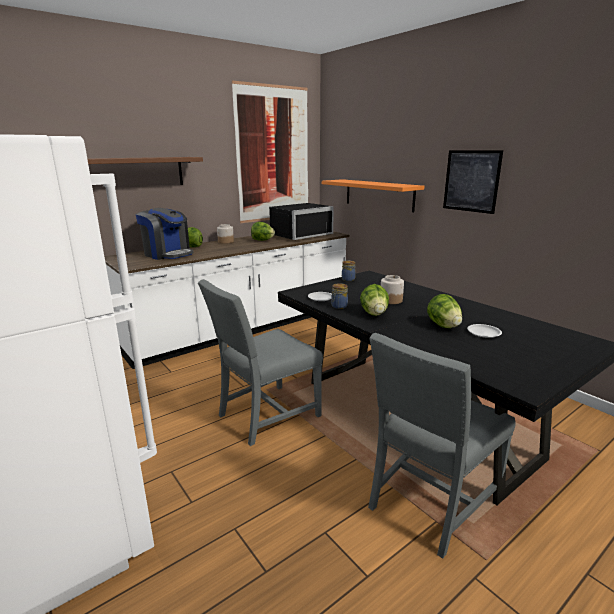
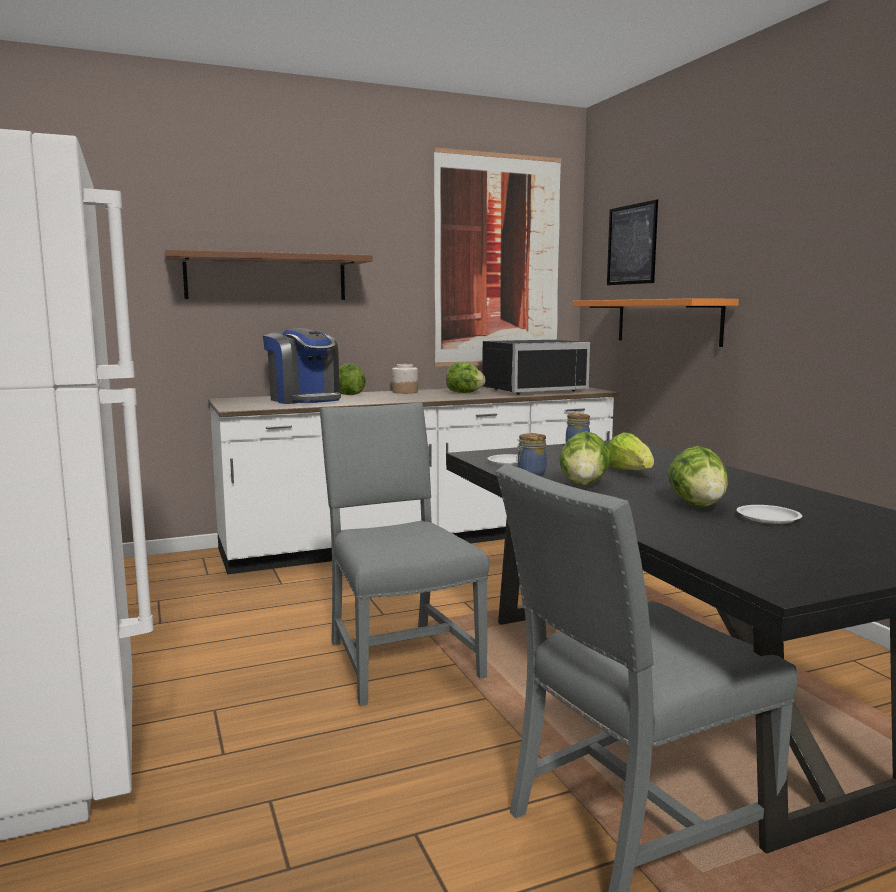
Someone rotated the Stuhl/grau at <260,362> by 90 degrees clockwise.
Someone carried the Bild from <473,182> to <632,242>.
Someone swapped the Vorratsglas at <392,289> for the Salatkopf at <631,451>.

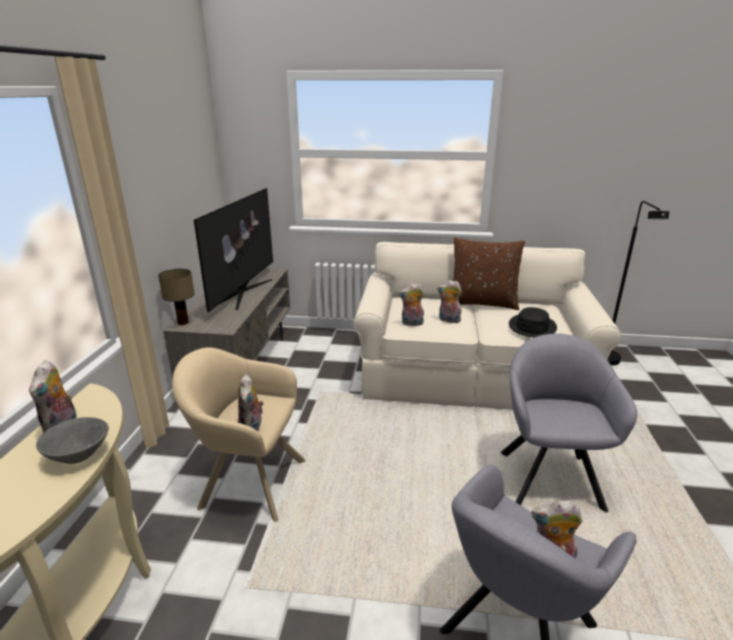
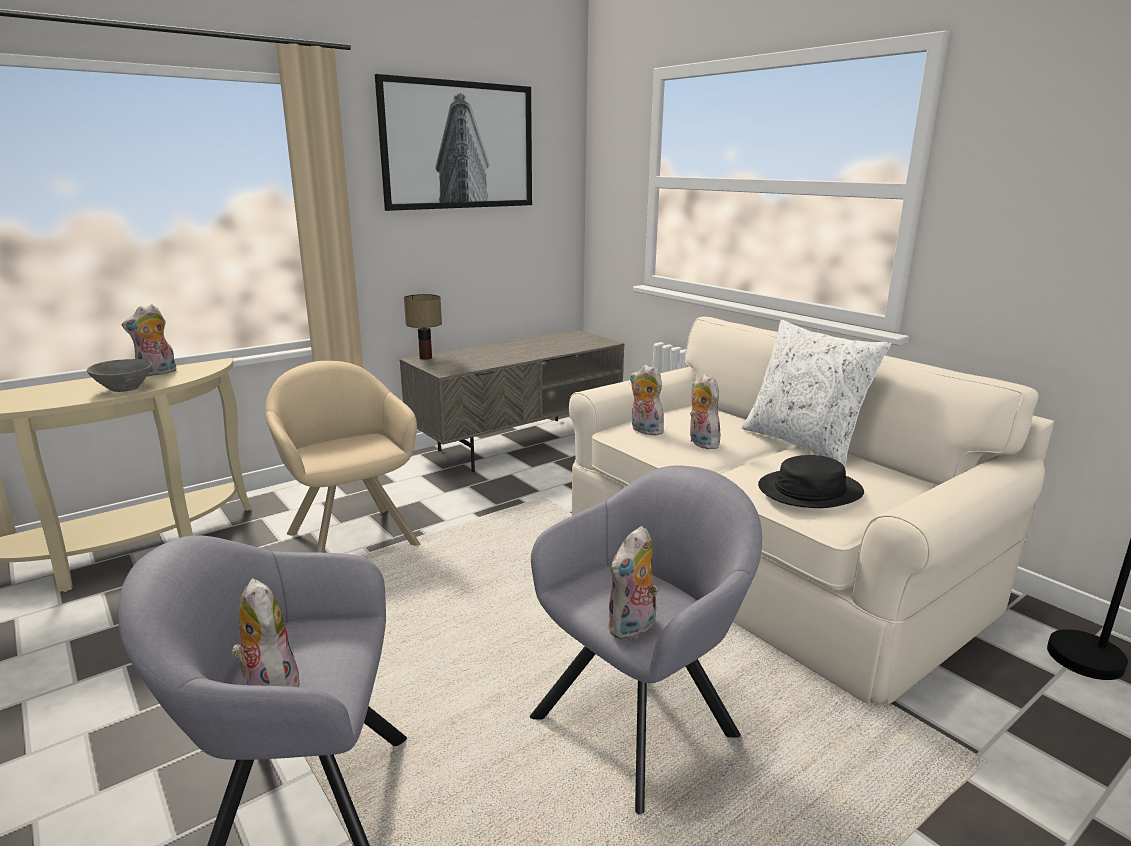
Someone put up the Bild at <453,142>.
Someone carried the Plüschtier from <251,402> to <633,583>.
Someone repainted the Kissen/braun at <489,274>, which became the Kissen/weiß at <816,393>.
Someone took away the Fernseher at <233,250>.

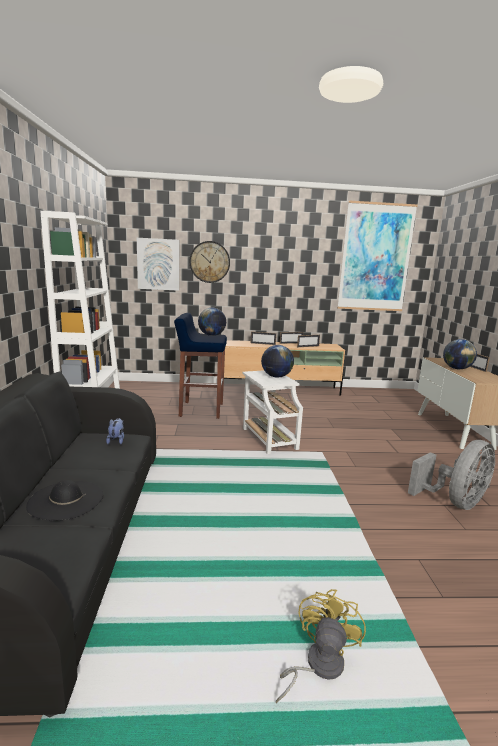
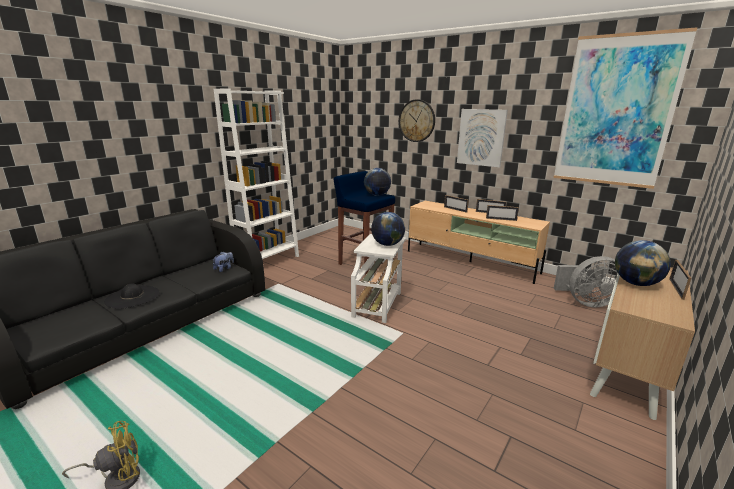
Someone carried the Bild from <158,264> to <482,138>.
Someone carried the Ventilator/grau from <451,475> to <586,282>.

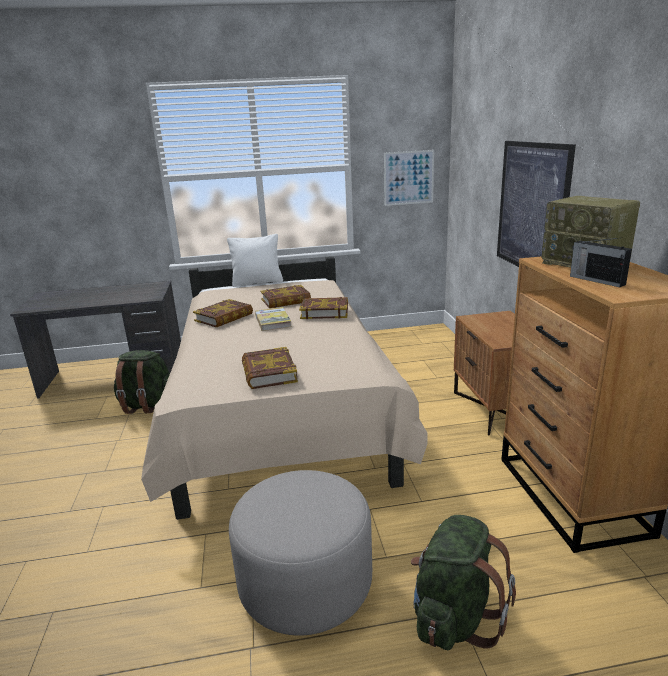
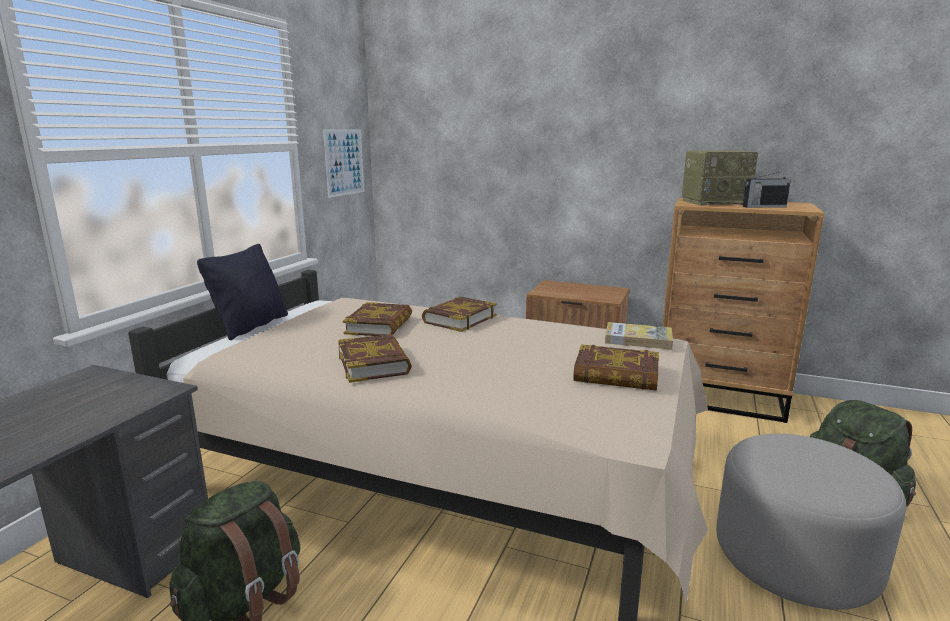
Someone repainted the Kissen/weiß at <255,260>, which became the Kissen/schwarz at <242,292>.
Someone carried the Buch from <273,319> to <639,336>.
Someone took away the Bild at <536,204>.

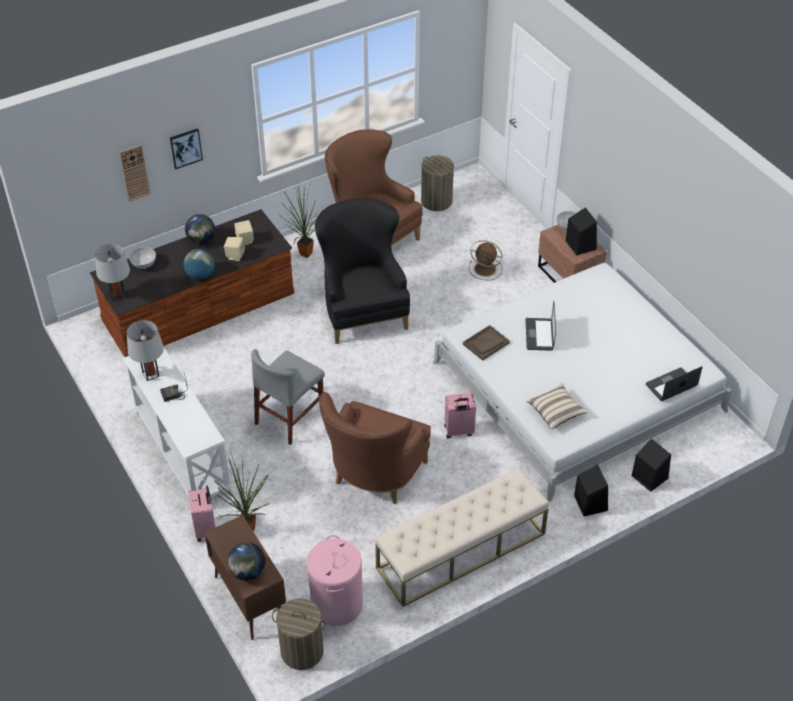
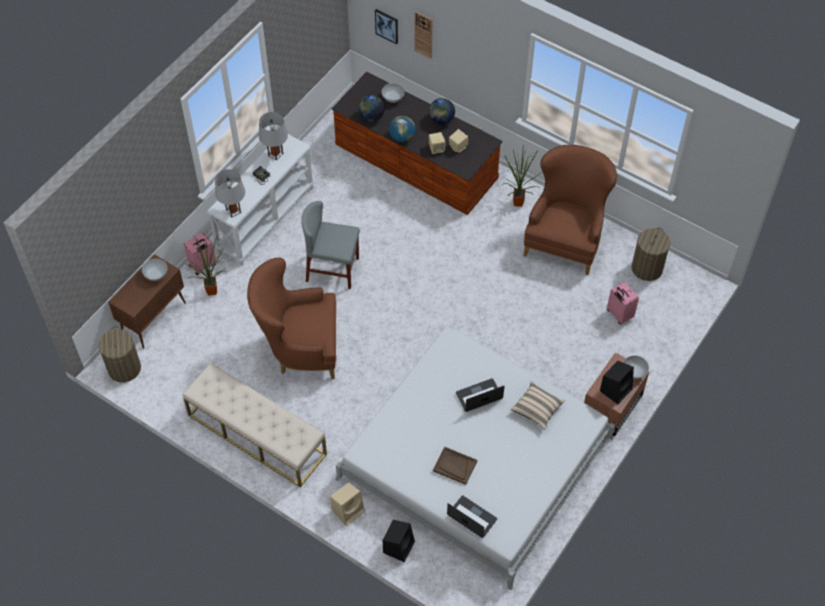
Someone put down the Schüssel/weiß at <154,270>.
Someone carried the Tischlampe/grau from <112,272> to <230,193>.
Someone repainted the Lautsprecher/schwarz at <591,490>, which became the Lautsprecher/beige at <347,504>.
Someone carried the Globus from <246,561> to <371,108>.
Someone carried the Bild from <186,148> to <386,26>.
Someone carried the Tablett/braun from <486,343> to <455,466>.
Someone carried the Kissen/beige from <557,407> to <537,405>.
Someone carried the Koffer/rosa from <460,416> to <623,303>.
Someone took away the Wäschekorb/rosa at <335,580>.
Someone took away the Sessel/schwarz at <362,271>.
Someone took away the Ventilator/braun at <485,260>.

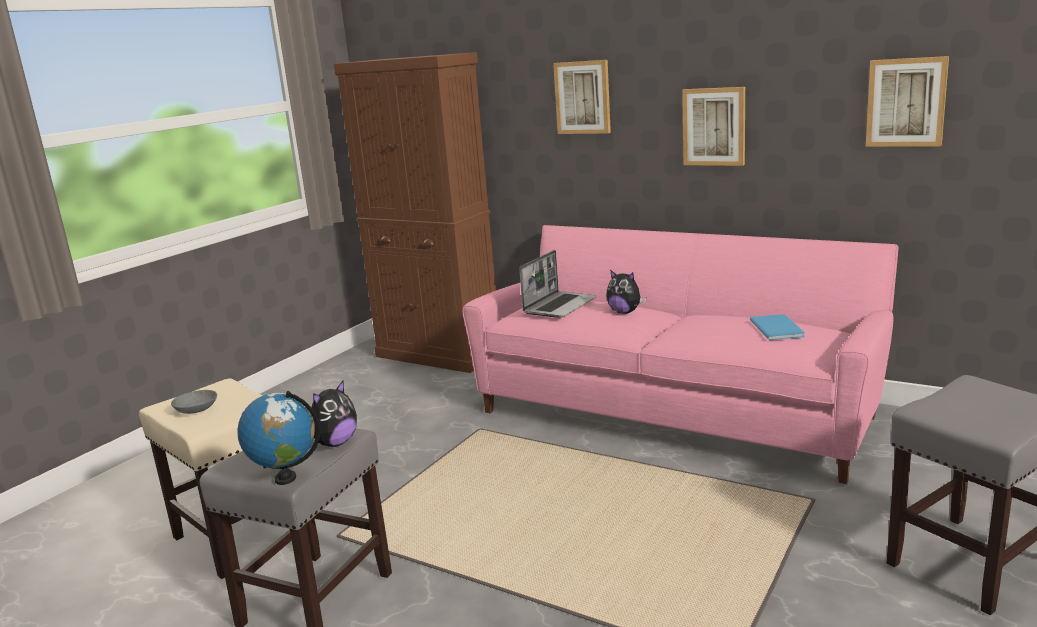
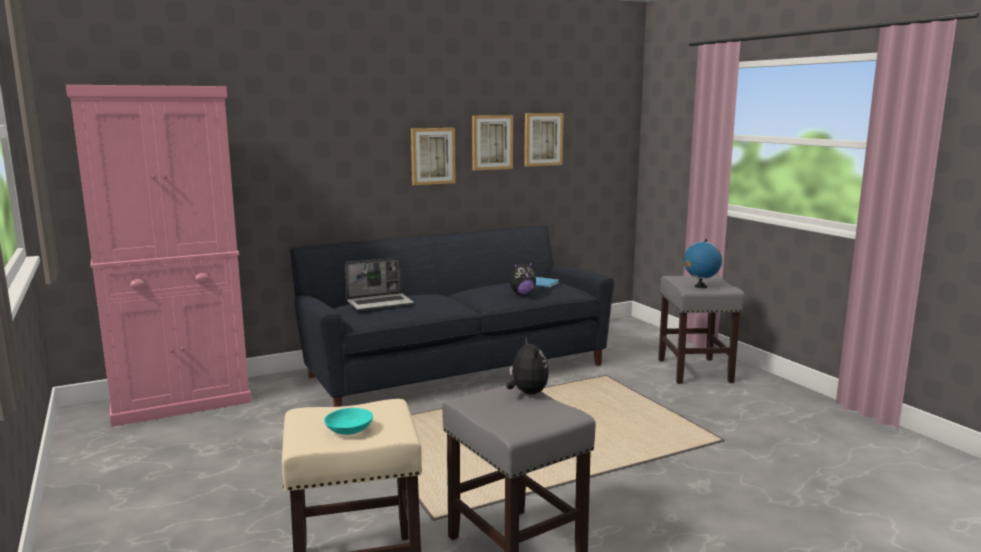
Someone repainted the Schrank/braun at <415,212>, which became the Schrank/rosa at <159,256>.
Someone repainted the Sofa/rosa at <680,354>, which became the Sofa/schwarz at <452,316>.
Someone repainted the Schüssel/grau at <194,402>, which became the Schüssel/türkis at <348,421>.
Someone rotated the Laptop at <558,284> by 90 degrees clockwise.
Someone carried the Bild from <582,97> to <492,143>.
Someone carried the Plüschtier from <626,292> to <522,278>.
Someone carried the Globus from <278,438> to <702,263>.

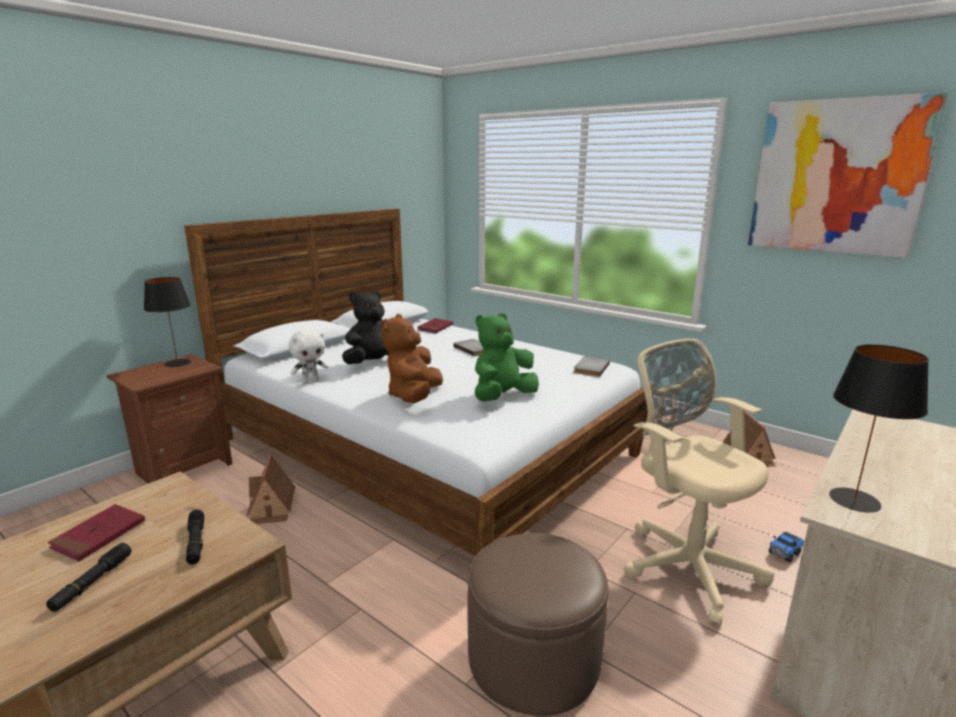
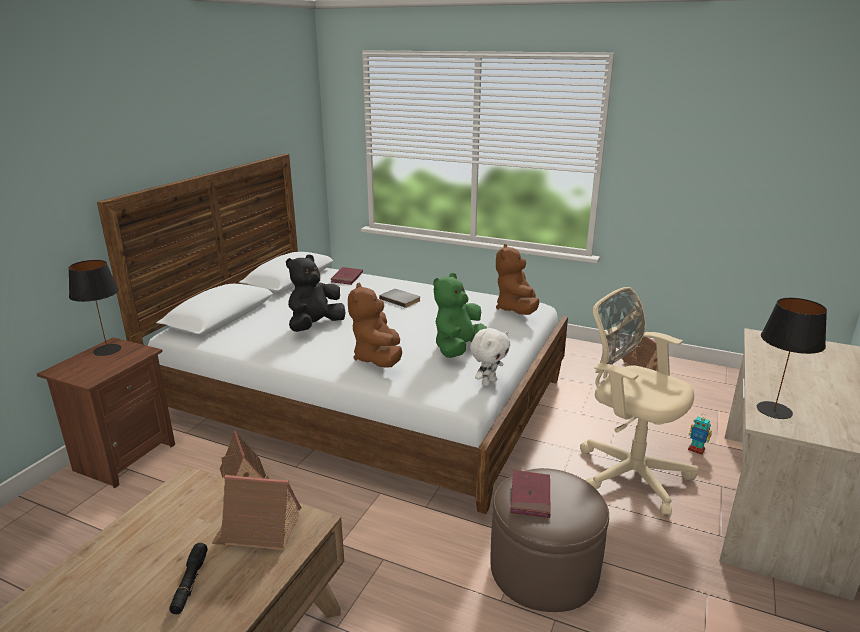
Someone swapped the Taschenlampe/schwarz at <195,537> for the Spielzeughaus at <256,513>.
Someone carried the Plüschtier/weiß from <308,356> to <490,357>.
Someone swapped the Buch/grau at <592,366> for the Plüschtier/braun at <517,279>.
Someone carried the Buch/rot from <96,532> to <530,494>.
Someone swapped the Spielzeuglaster at <786,547> for the Spielzeugroboter at <700,435>.
Someone took away the Bild at <848,175>.

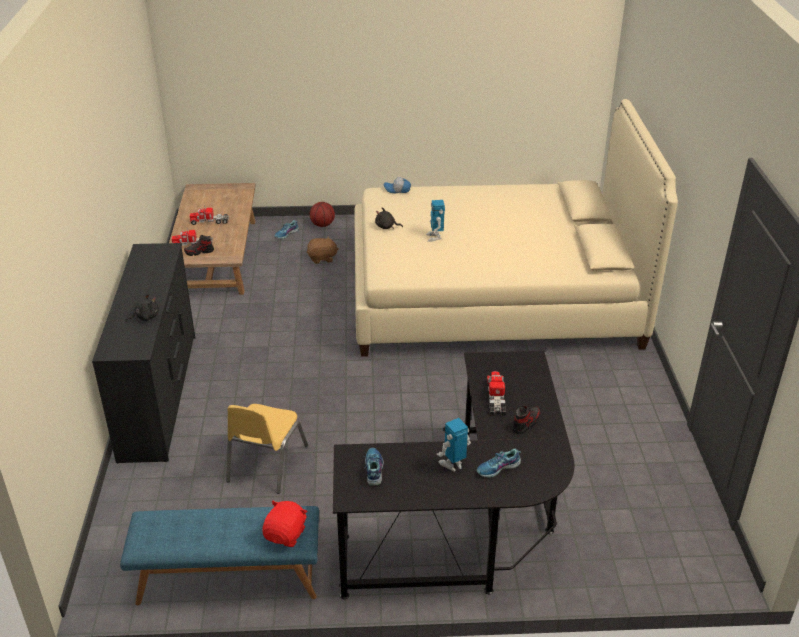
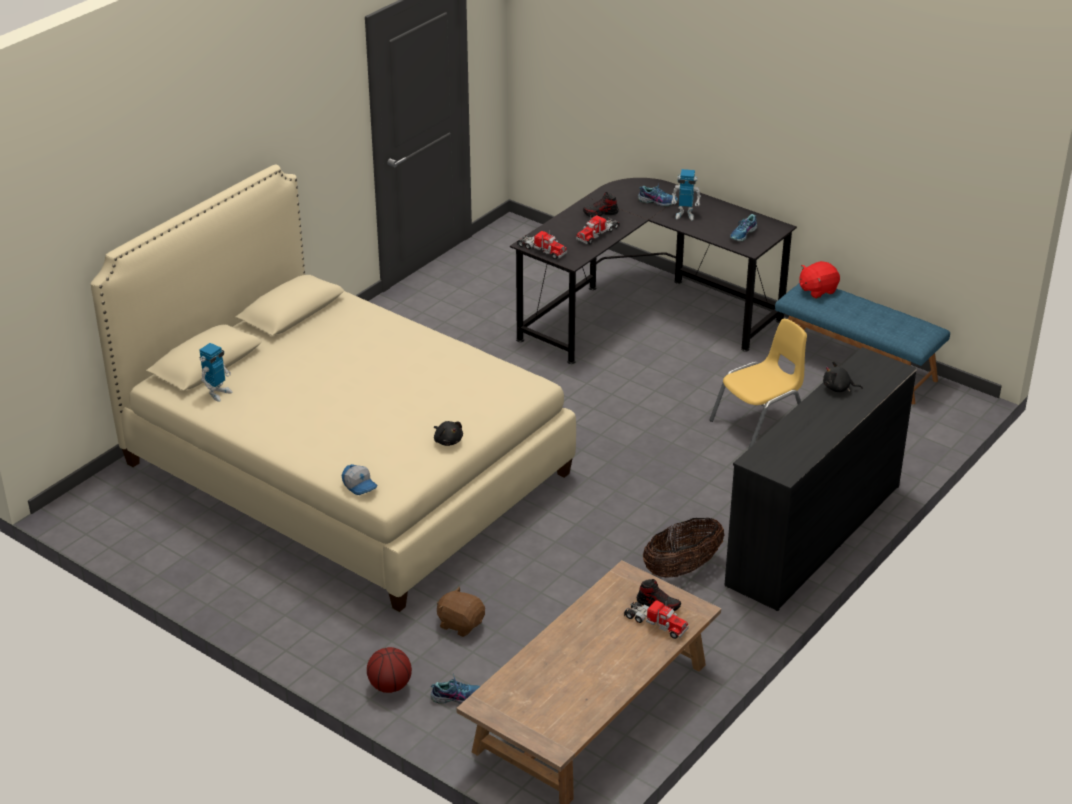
Someone carried the Spielzeugroboter from <435,221> to <216,372>.
Someone carried the Spielzeuglaster from <209,215> to <542,245>.
Someone put down the Korb at <684,548>.

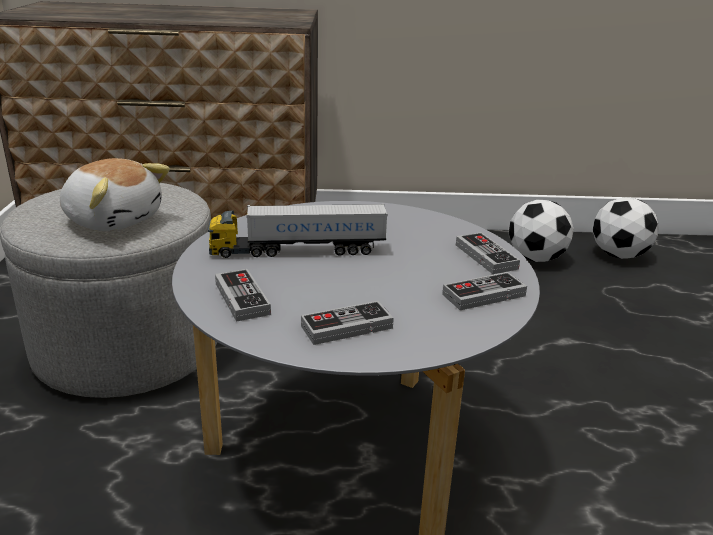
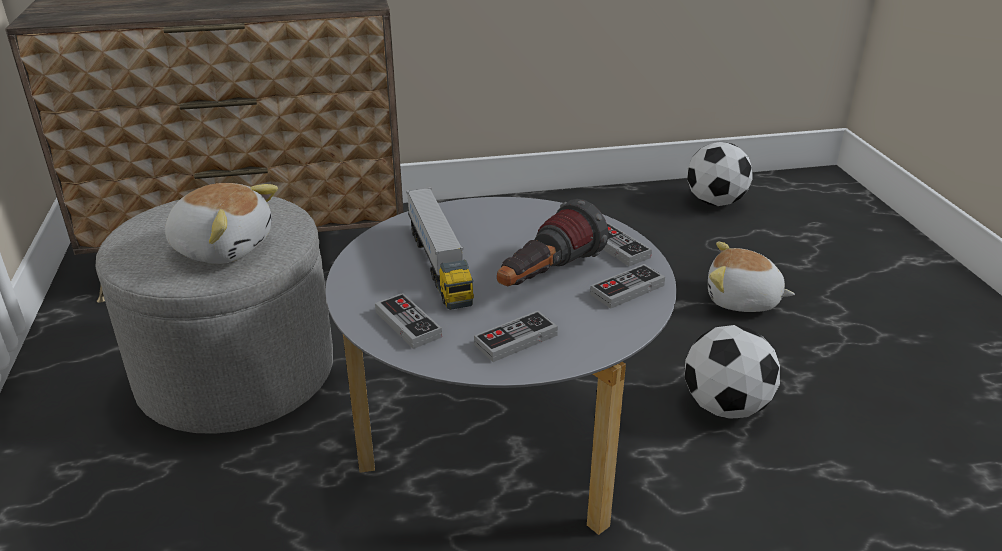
Someone rotated the Spielzeuglaster at <298,230> by 90 degrees counterclockwise.
Someone put down the Taschenlampe at <553,242>.
Someone carried the Fußball from <541,231> to <732,372>.
Someone put down the Plüschtier at <751,277>.

